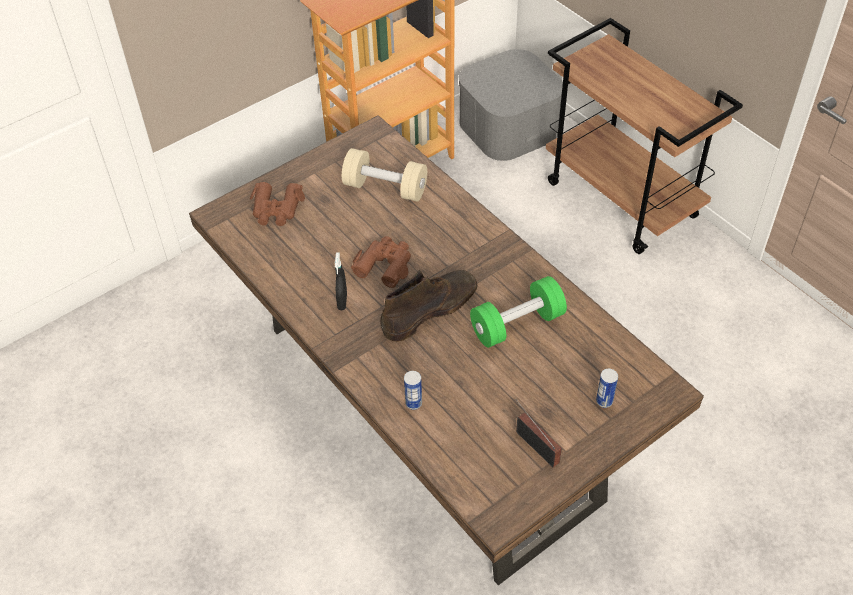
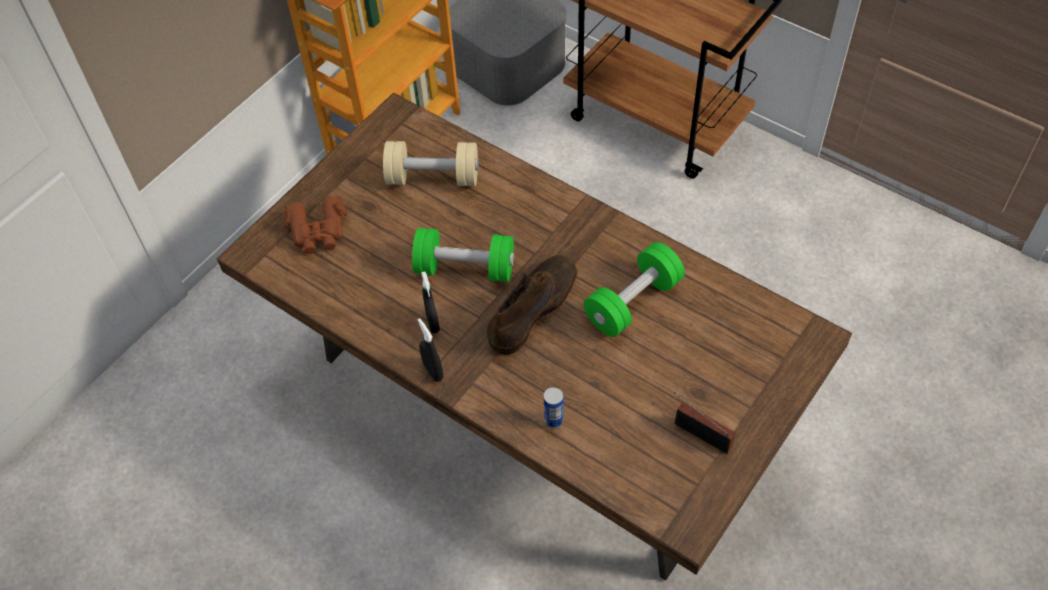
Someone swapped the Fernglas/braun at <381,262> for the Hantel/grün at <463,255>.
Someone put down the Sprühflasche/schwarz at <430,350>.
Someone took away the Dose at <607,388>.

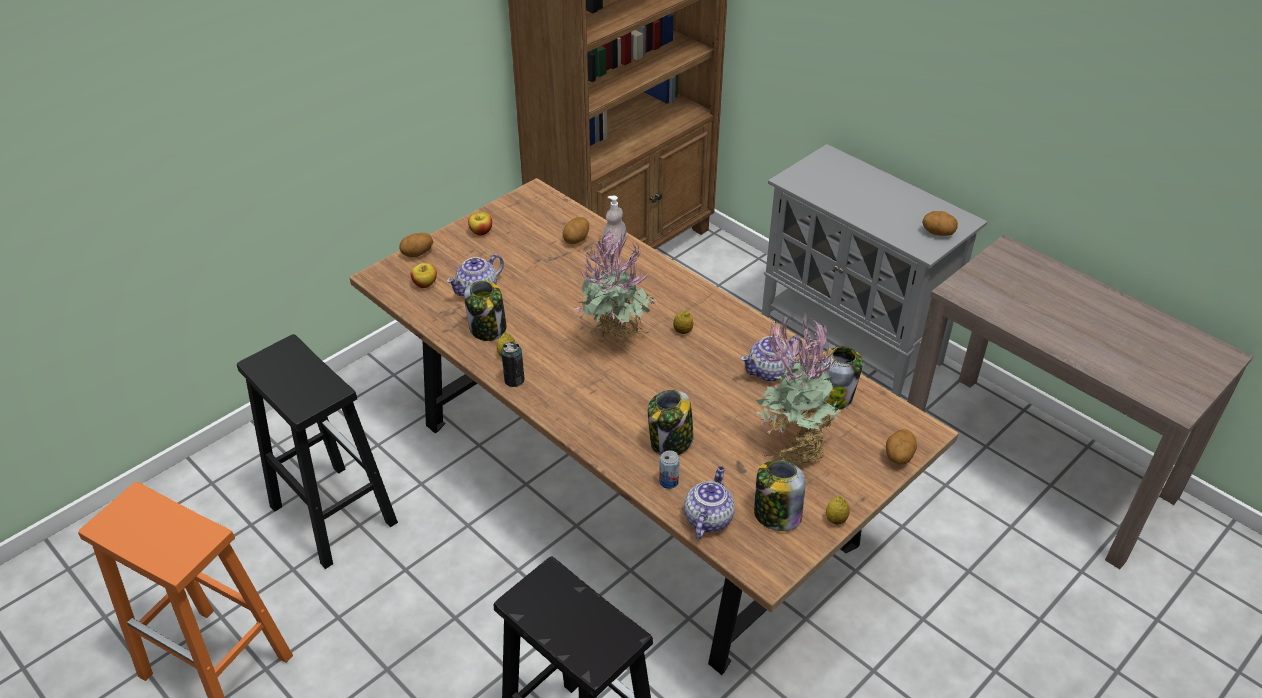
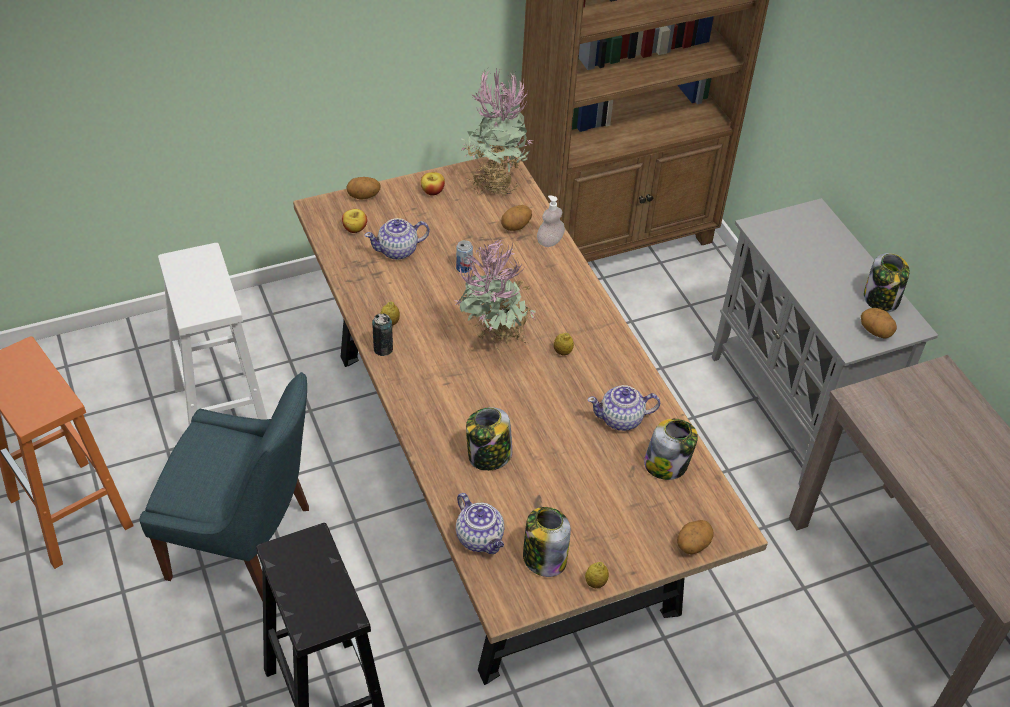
Someone put down the Stuhl/blau at <224,486>.
Someone repainted the Hocker/schwarz at <317,451>, which became the Hocker/weiß at <212,334>.
Someone carried the Dose from <669,469> to <464,256>.
Someone rotated the Teekanne at <709,502> by 105 degrees clockwise.
Someone carried the Topfpflanze from <798,389> to <497,131>.
Someone carried the Vorratsglas from <485,310> to <887,282>.

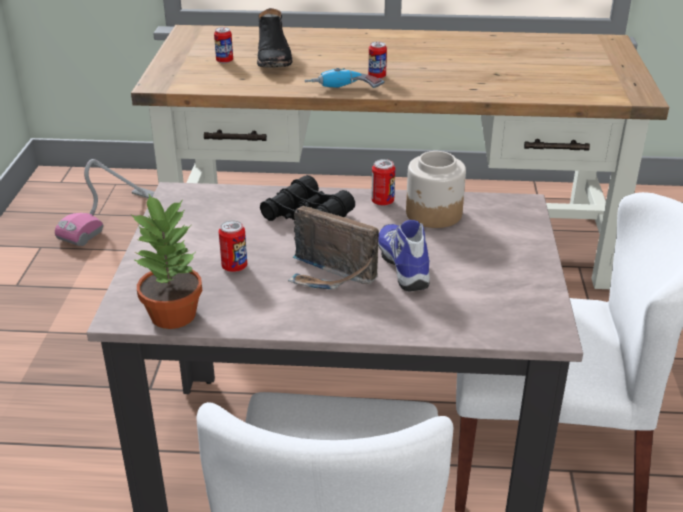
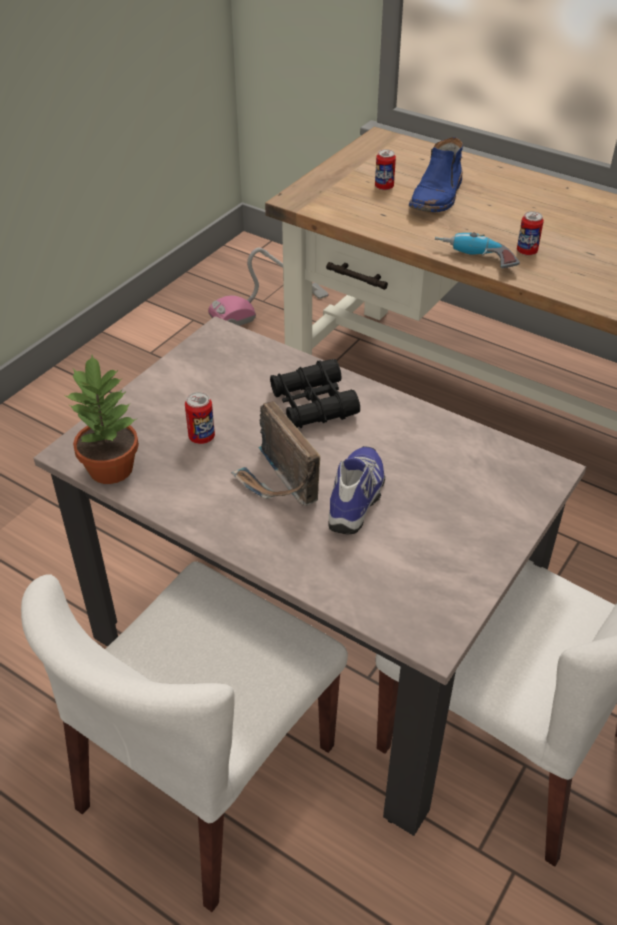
Someone repainted the Stiefel/schwarz at <274,38>, which became the Stiefel/blau at <436,174>.
Someone took away the Dose at <383,182>.
Someone took away the Vorratsglas at <436,189>.

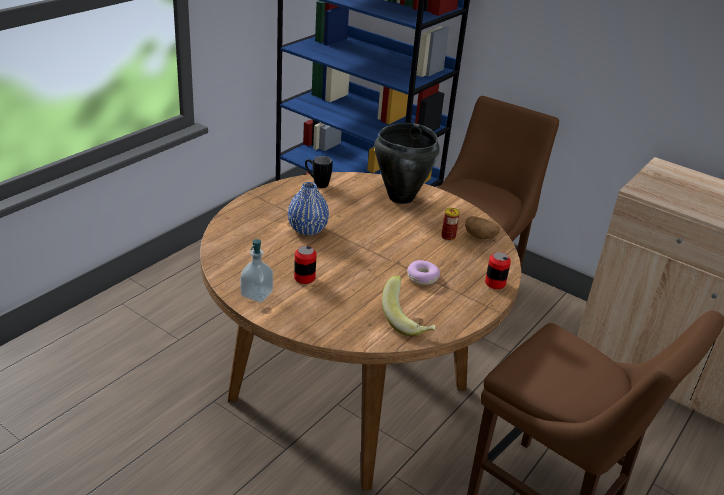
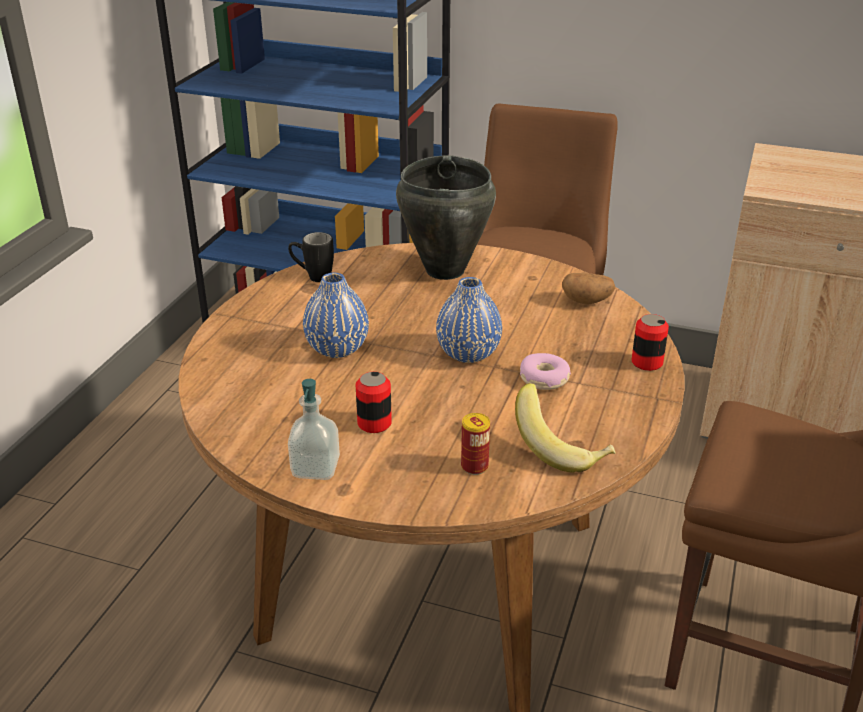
Someone put down the Vase/blau at <469,320>.
Someone carried the Dose from <450,224> to <475,444>.

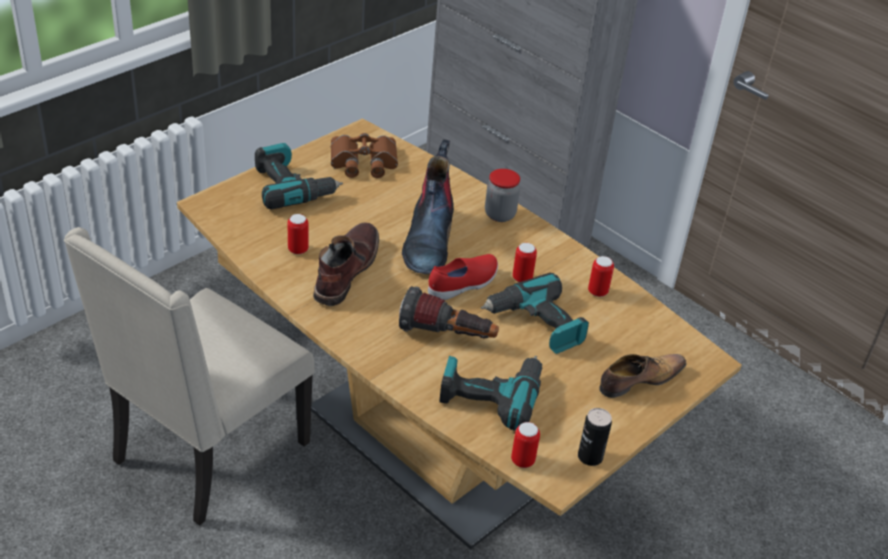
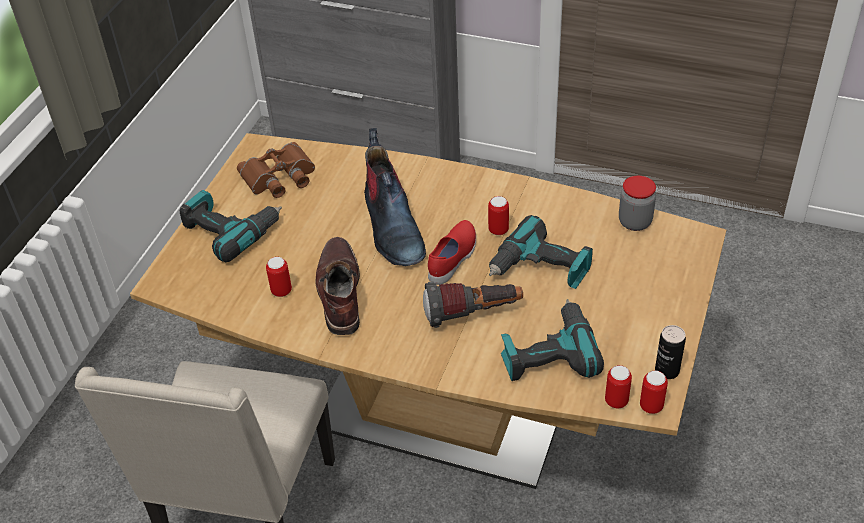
Someone carried the Vorratsglas from <502,195> to <637,203>.
Someone carried the Dose from <601,276> to <654,392>.
Someone took away the Schuh at <643,376>.

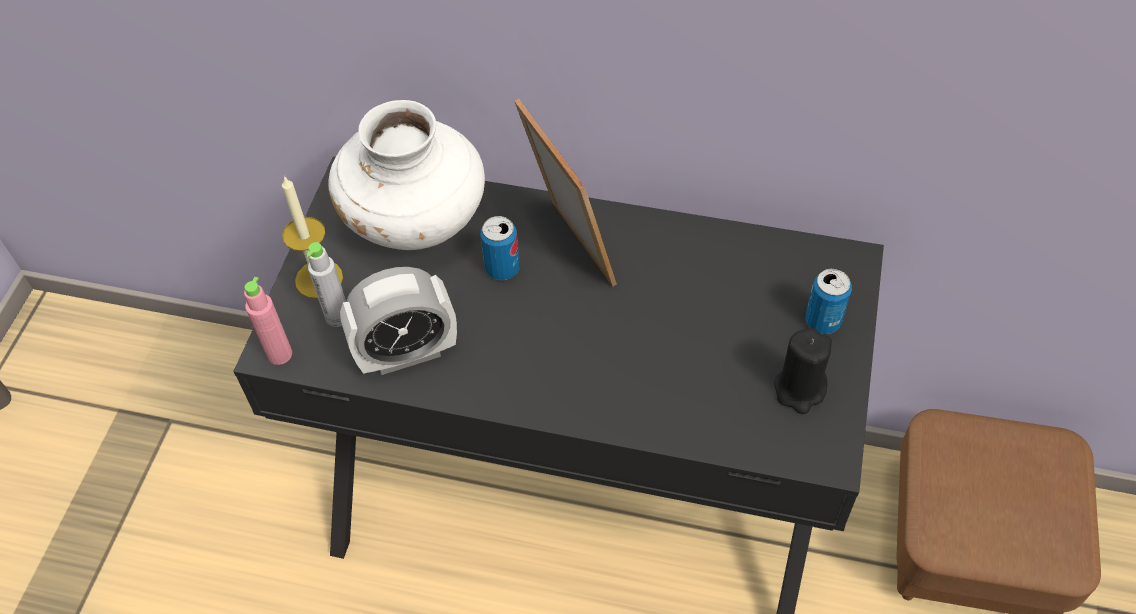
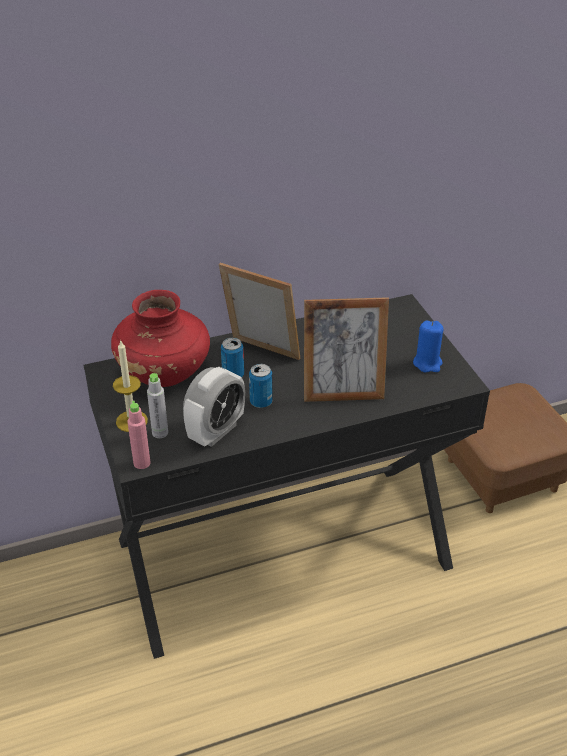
Someone repainted the Vase/weiß at <406,175>, which became the Vase/rot at <160,338>.
Someone carried the Dose from <828,301> to <261,386>.
Someone put down the Bilderrahmen at <346,349>.
Someone repainted the Kerze/schwarz at <803,370>, which became the Kerze/blau at <428,347>.

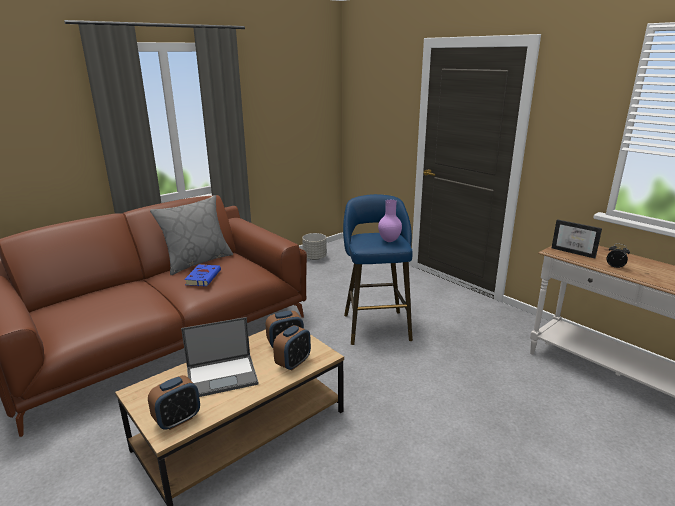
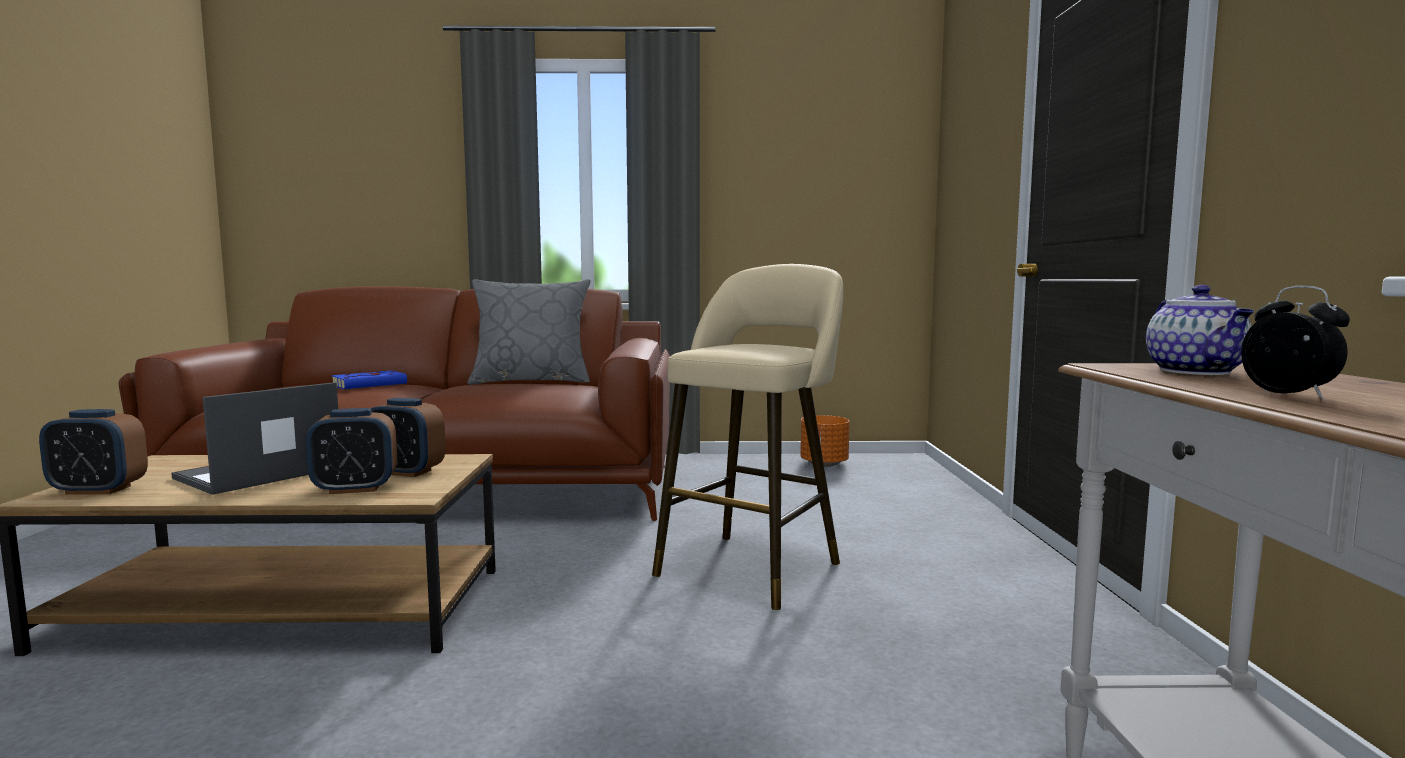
Someone rotated the Laptop at <220,357> by 105 degrees clockwise.
Someone carried the Buch/blau from <202,275> to <371,380>.
Someone repainted the Hocker/blau at <378,269>, which became the Hocker/beige at <747,437>.
Someone repainted the Pflanzkübel/grau at <314,246>, which became the Pflanzkübel/orange at <825,441>.
Someone swapped the Bilderrahmen at <577,239> for the Teekanne at <1200,330>.
Someone took away the Vase/lila at <390,221>.

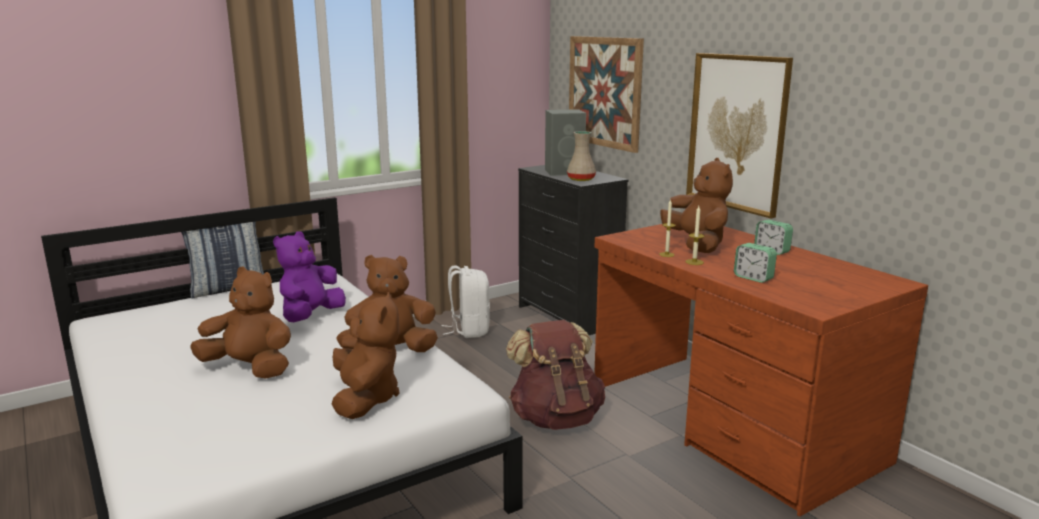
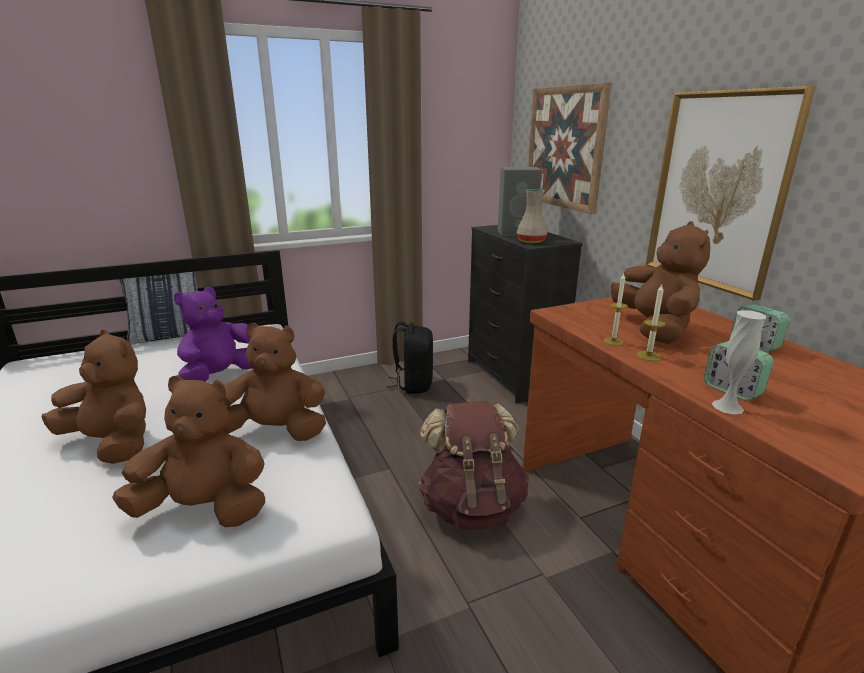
Someone rotated the Plüschtier/braun at <366,355> by 90 degrees counterclockwise.
Someone repainted the Rucksack/weiß at <466,301>, which became the Rucksack/schwarz at <409,357>.
Someone put down the Vase/weiß at <739,362>.

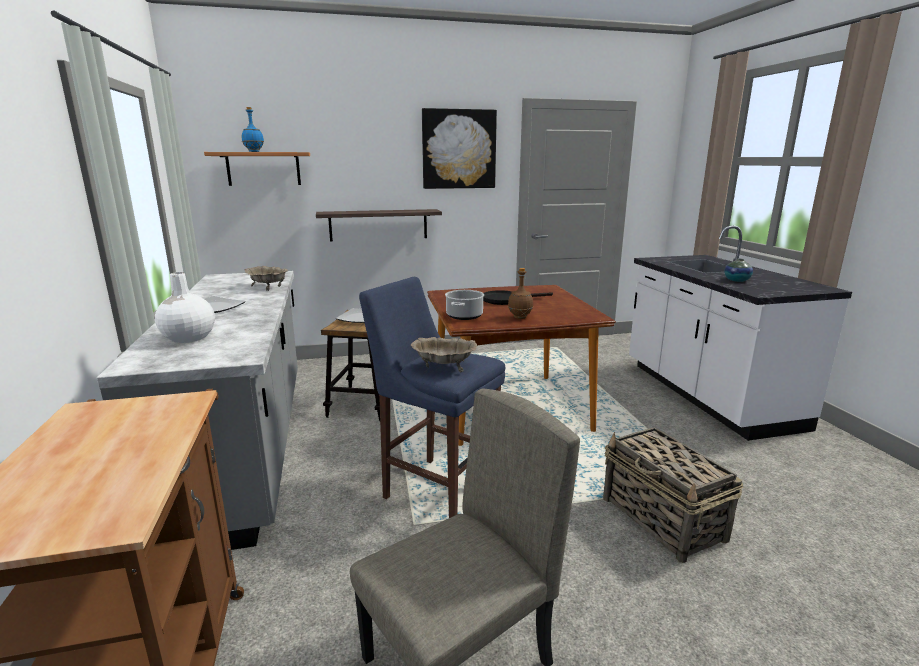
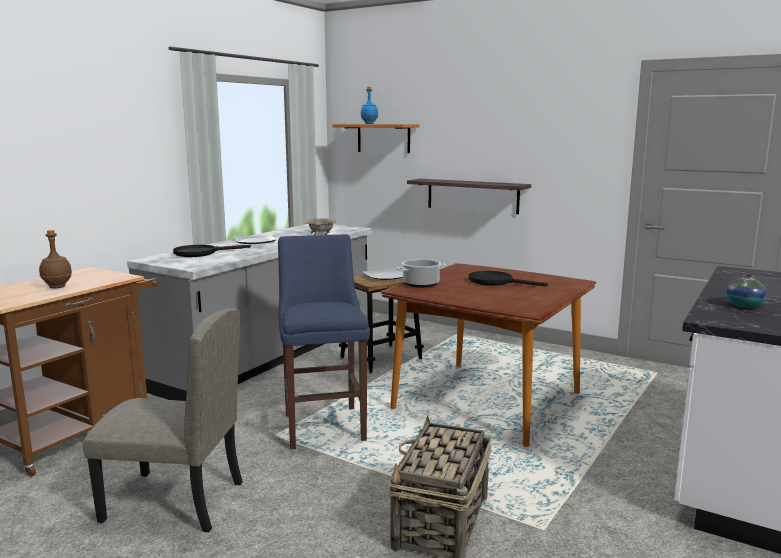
Someone carried the Flasche/braun from <520,293> to <55,259>.
Someone swapped the Vase/weiß at <185,307> for the Pfanne/schwarz at <212,251>.
Someone took away the Schüssel/beige at <443,354>.
Someone took away the Bild at <459,148>.

